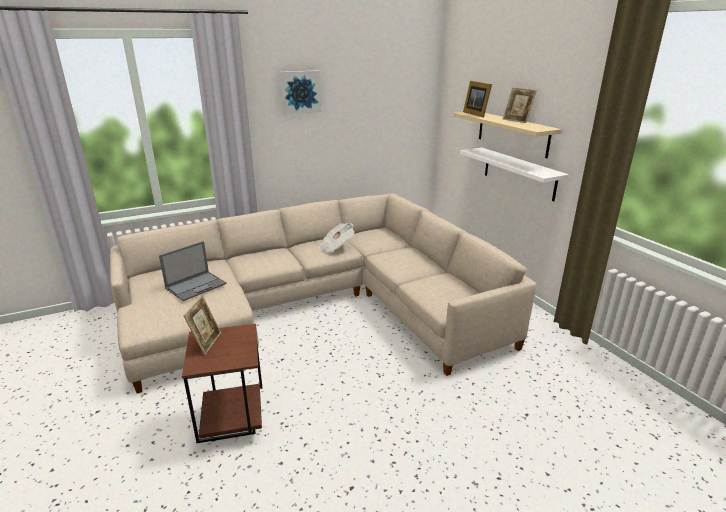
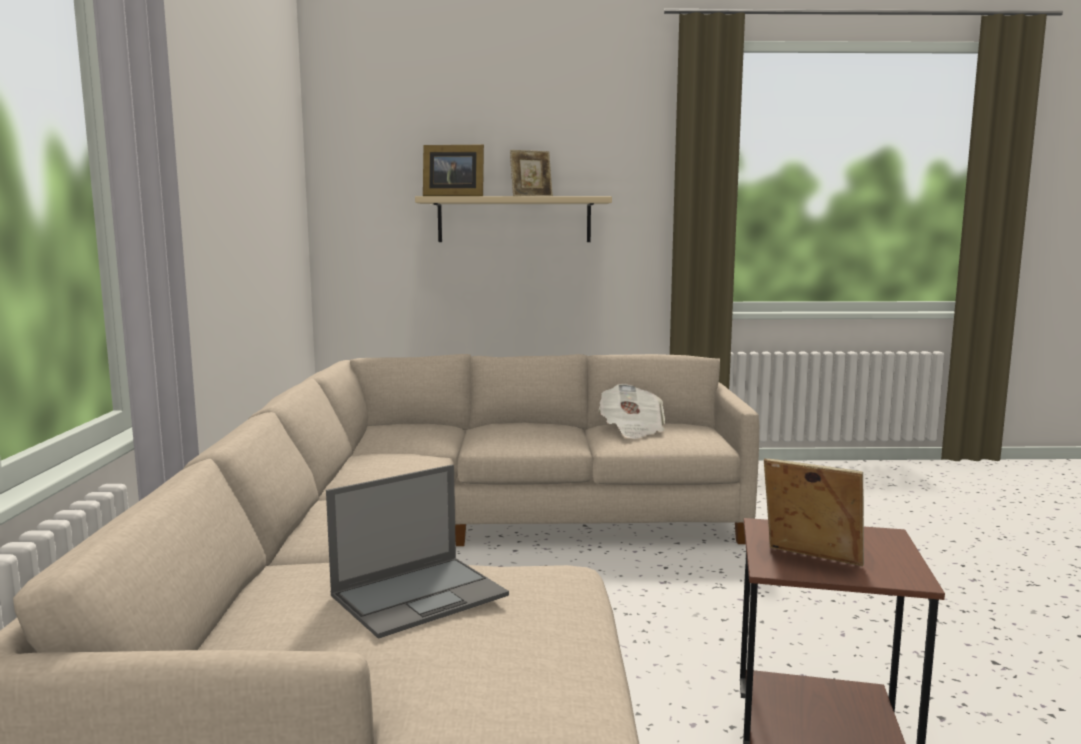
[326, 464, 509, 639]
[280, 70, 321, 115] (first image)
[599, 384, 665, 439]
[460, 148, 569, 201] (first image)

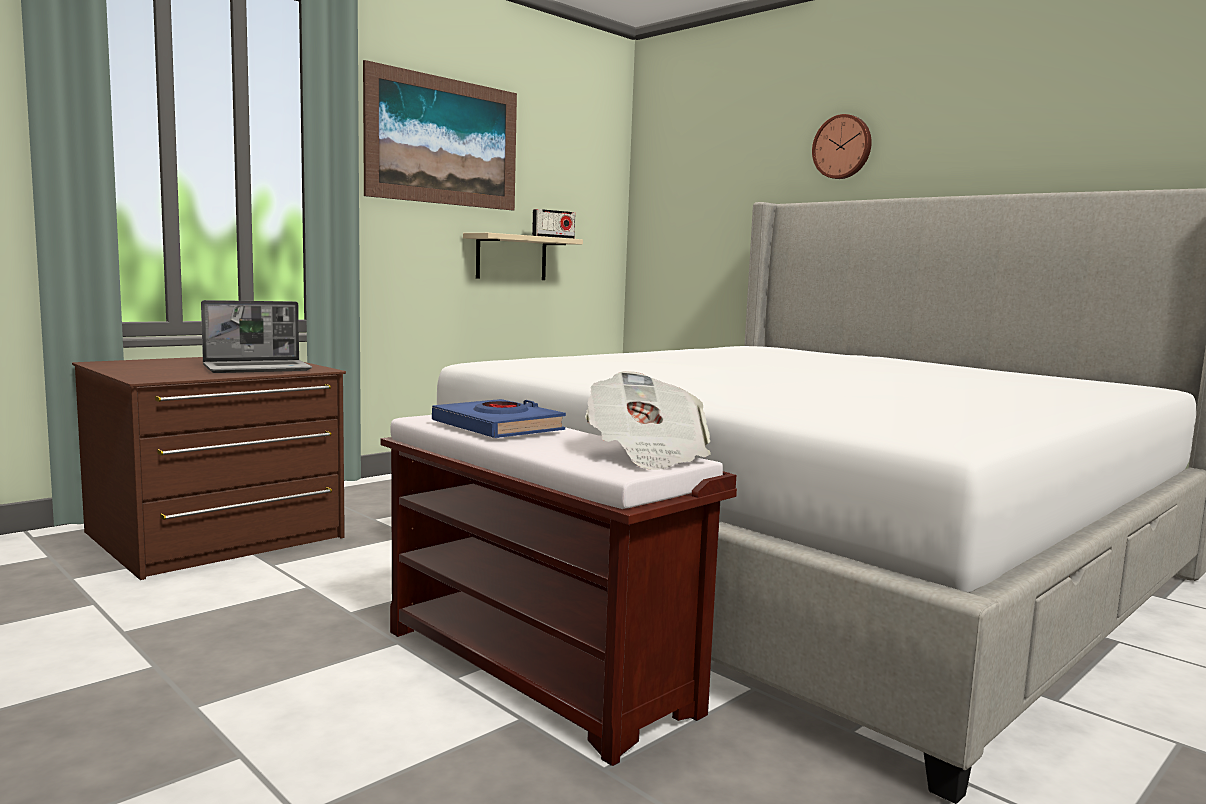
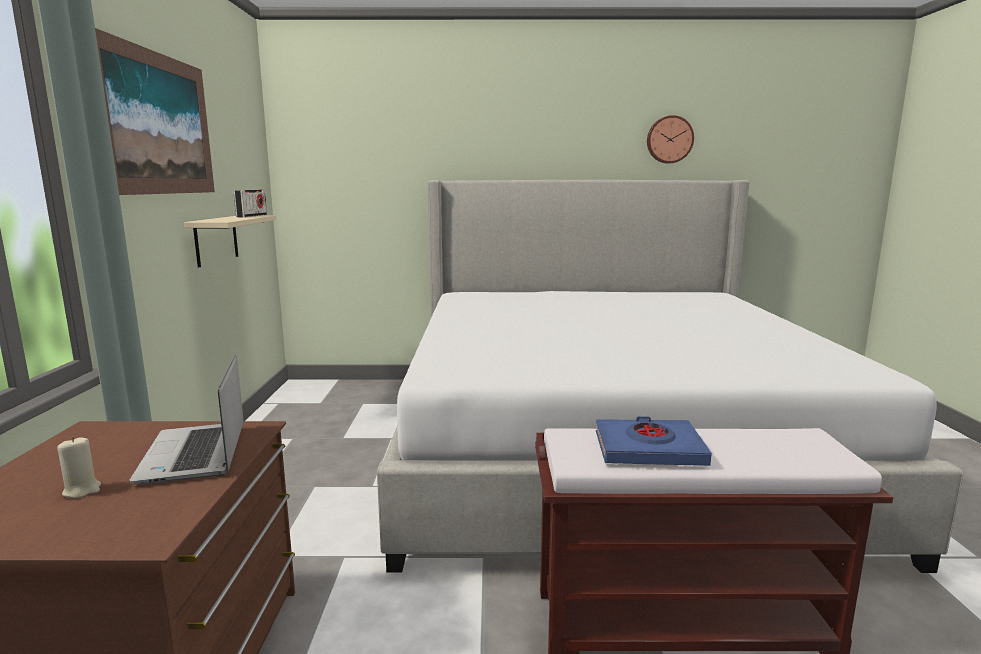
[129, 355, 244, 484]
[585, 371, 711, 470] (first image)
[647, 115, 694, 163]
[57, 437, 101, 498]

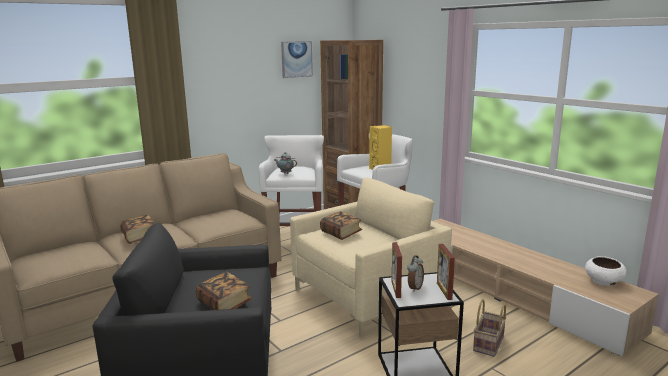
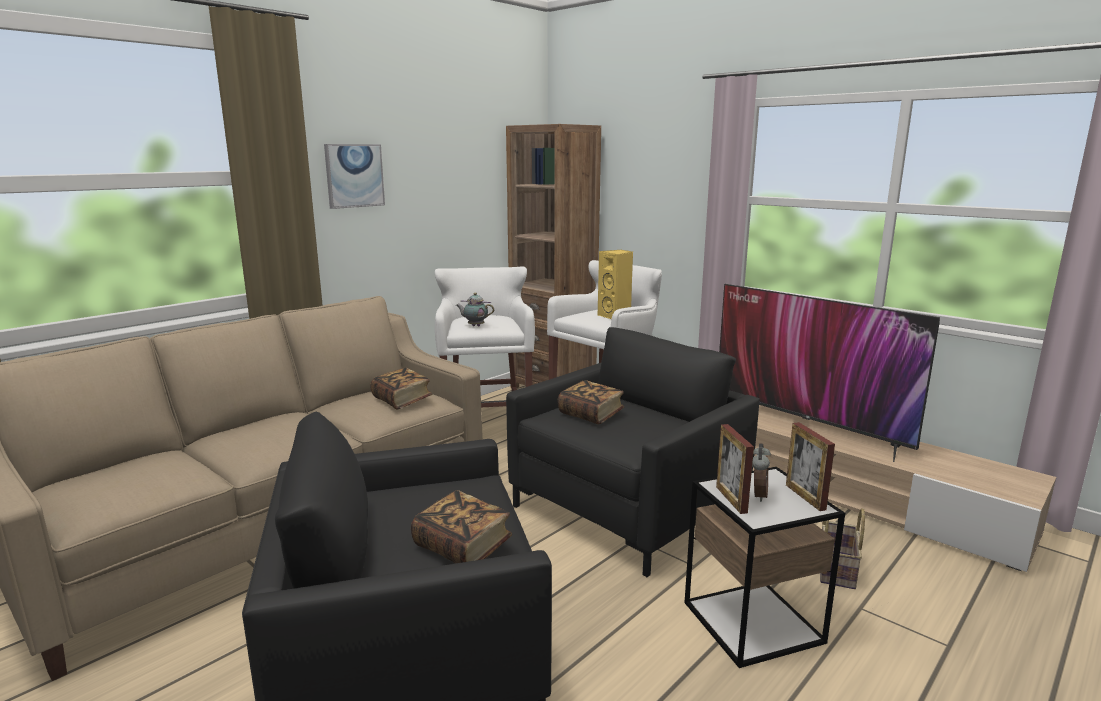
[370, 368, 432, 410]
[324, 144, 385, 209]
[506, 327, 760, 577]
[585, 256, 627, 286] (first image)
[719, 284, 940, 462]

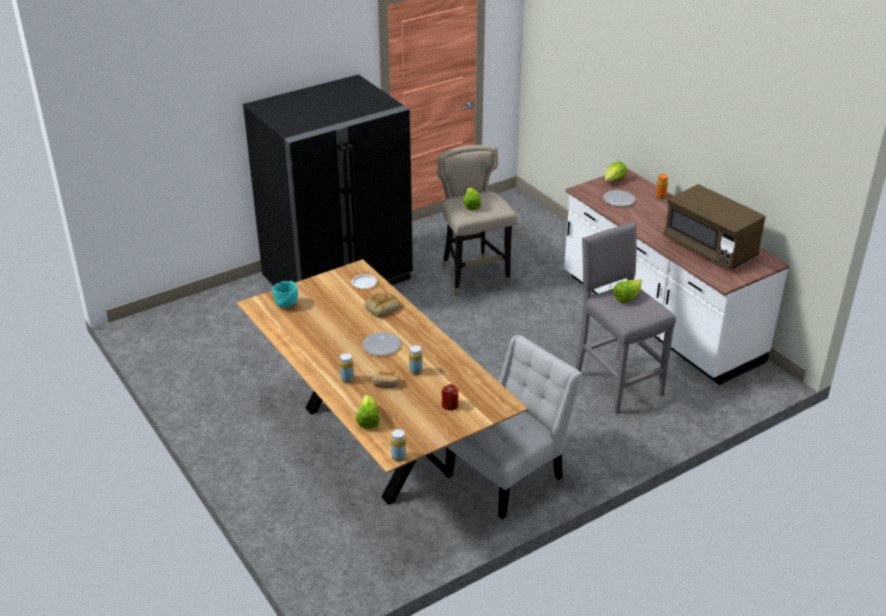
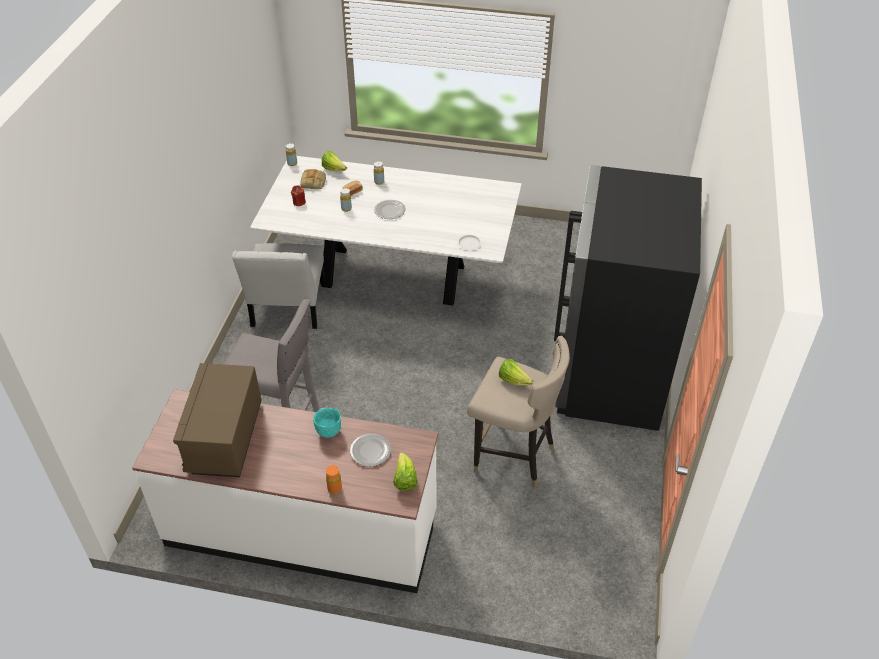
[250, 156, 522, 305]
[313, 408, 341, 438]
[300, 169, 326, 189]
[613, 279, 642, 303] (first image)
[173, 363, 261, 477]

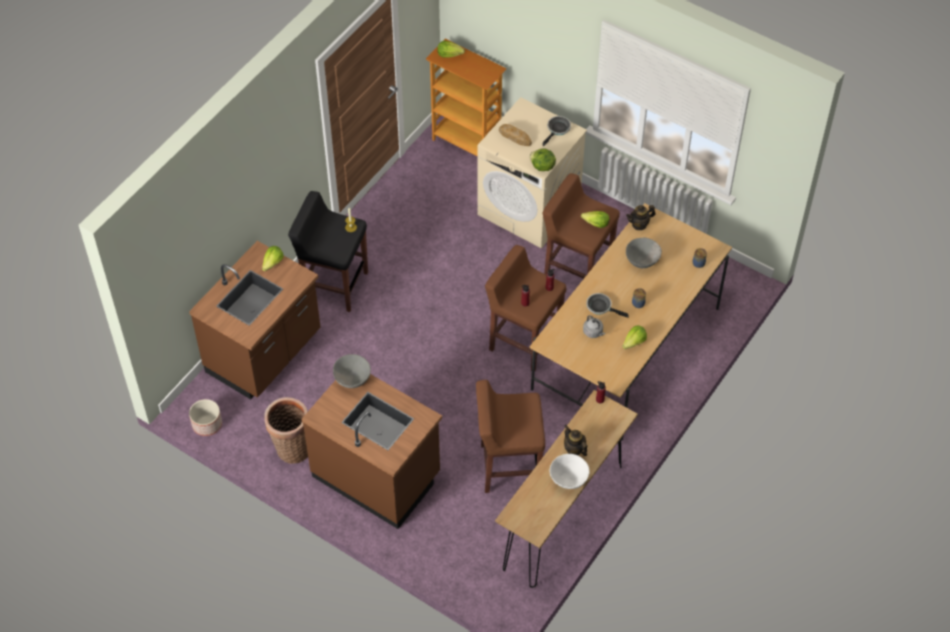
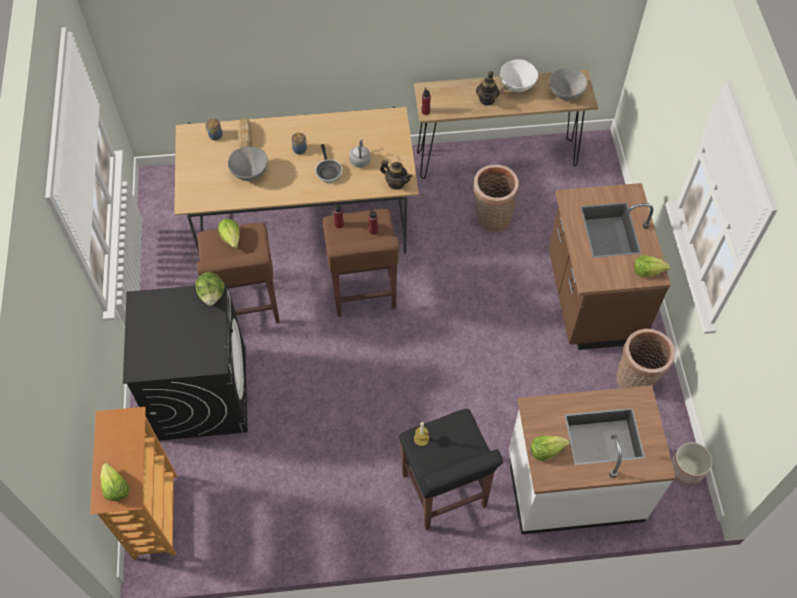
[509, 385, 676, 534]
[549, 68, 588, 100]
[473, 164, 519, 232]
[123, 283, 248, 441]
[238, 119, 252, 148]
[543, 116, 571, 146] (first image)
[634, 255, 670, 277]
[380, 160, 412, 190]

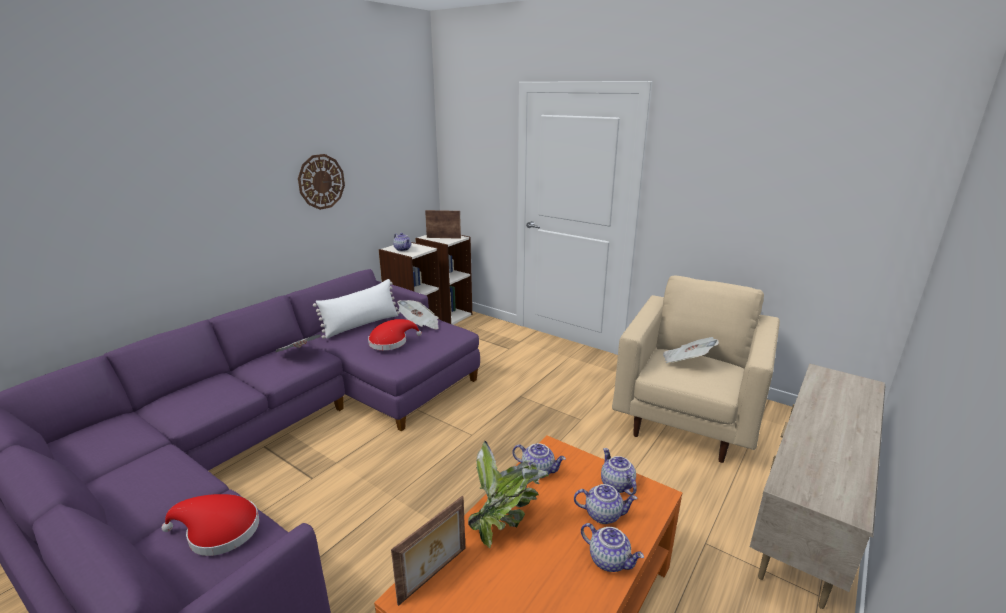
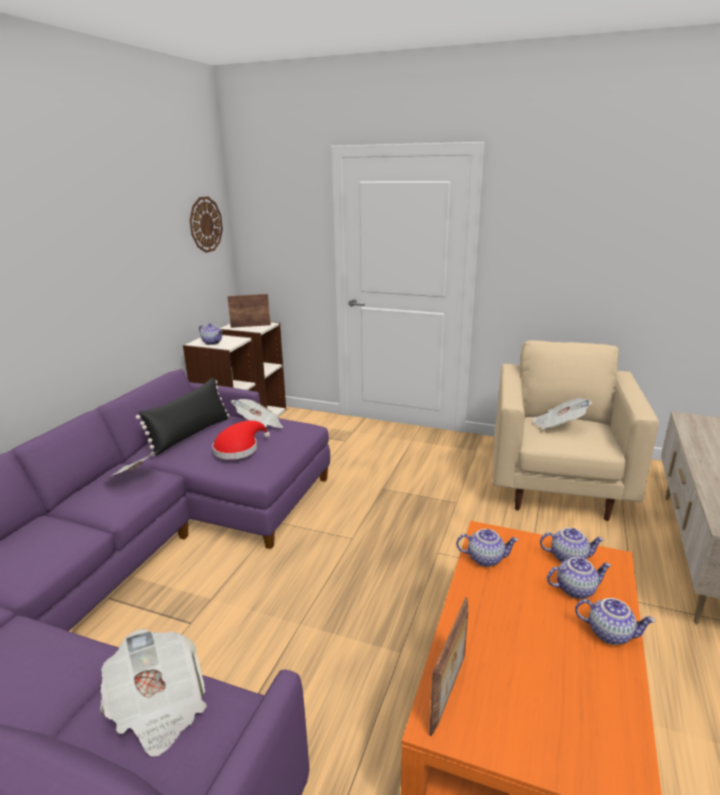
[100, 629, 207, 756]
[190, 196, 223, 253]
[136, 378, 229, 457]
[468, 441, 548, 548] (first image)
[540, 528, 604, 563]

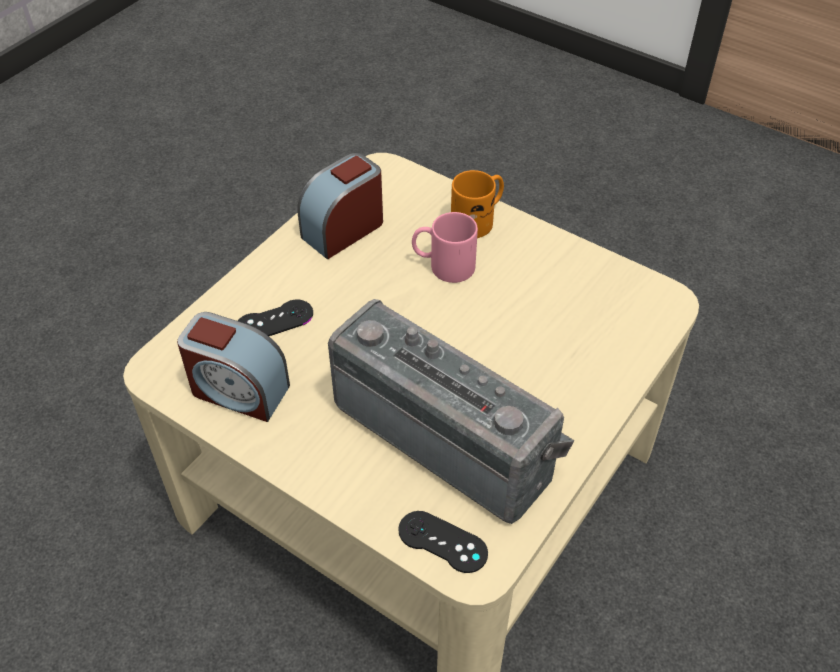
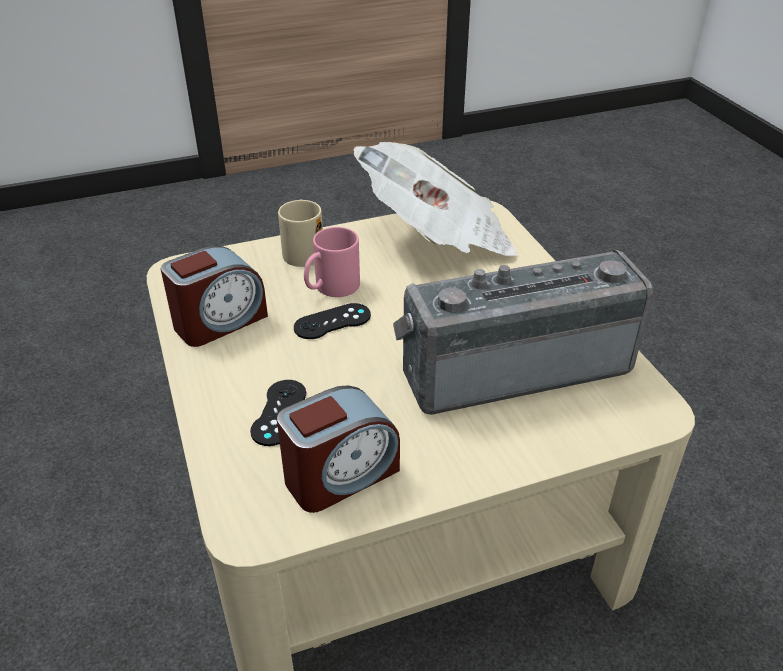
[161, 246, 268, 347]
[294, 303, 371, 339]
[278, 199, 323, 267]
[354, 142, 518, 256]

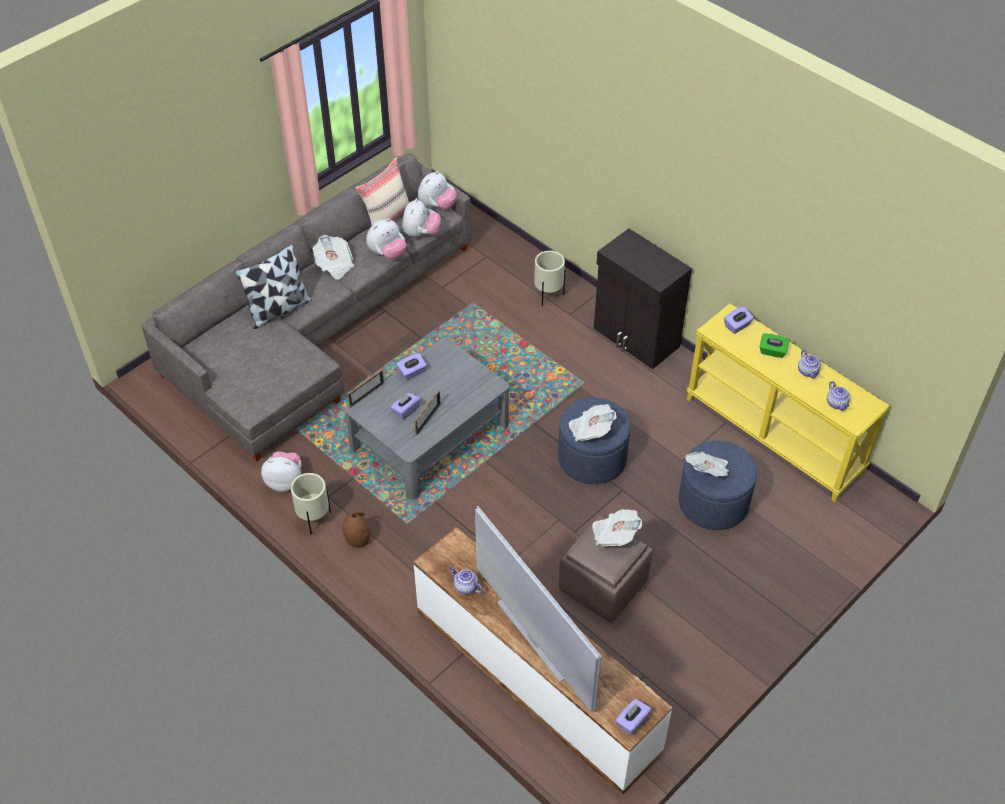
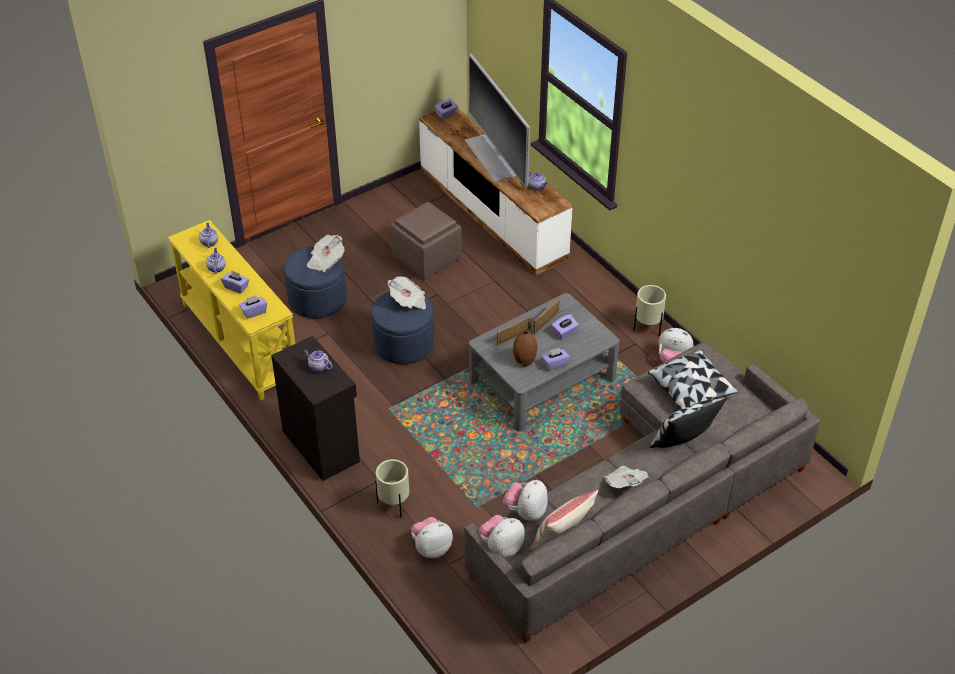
[513, 331, 537, 367]
[497, 315, 531, 346]
[411, 517, 453, 558]
[592, 509, 642, 546] (first image)
[221, 271, 249, 294]
[304, 350, 333, 372]
[648, 350, 739, 409]

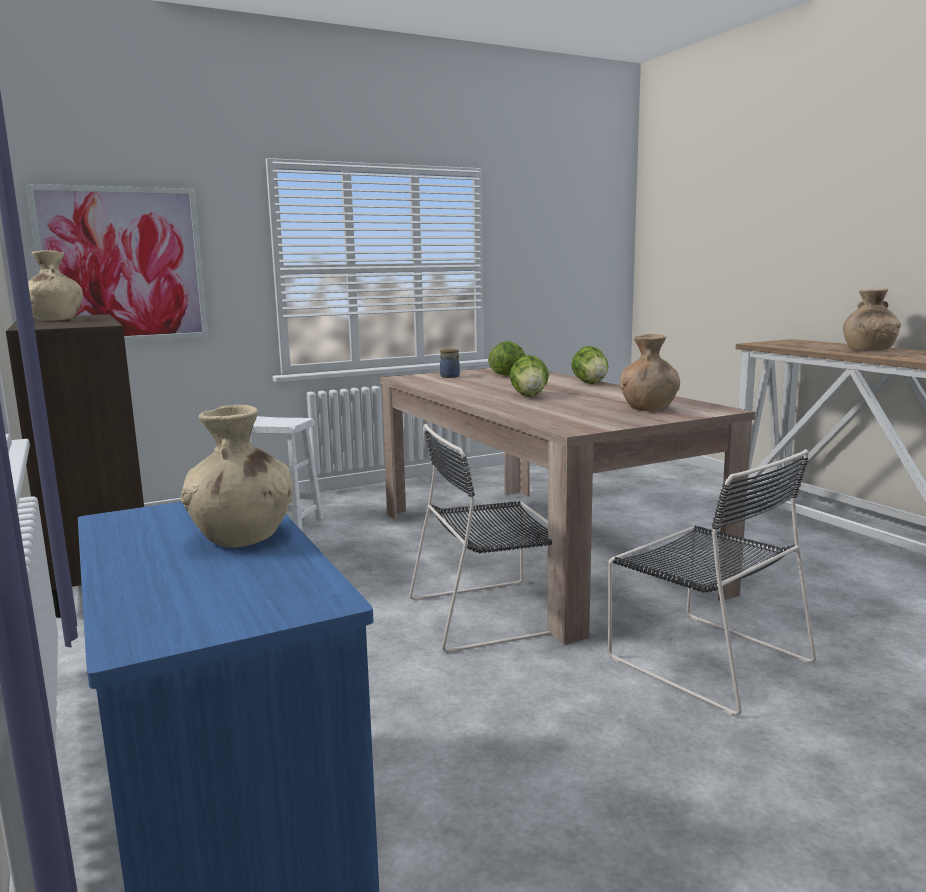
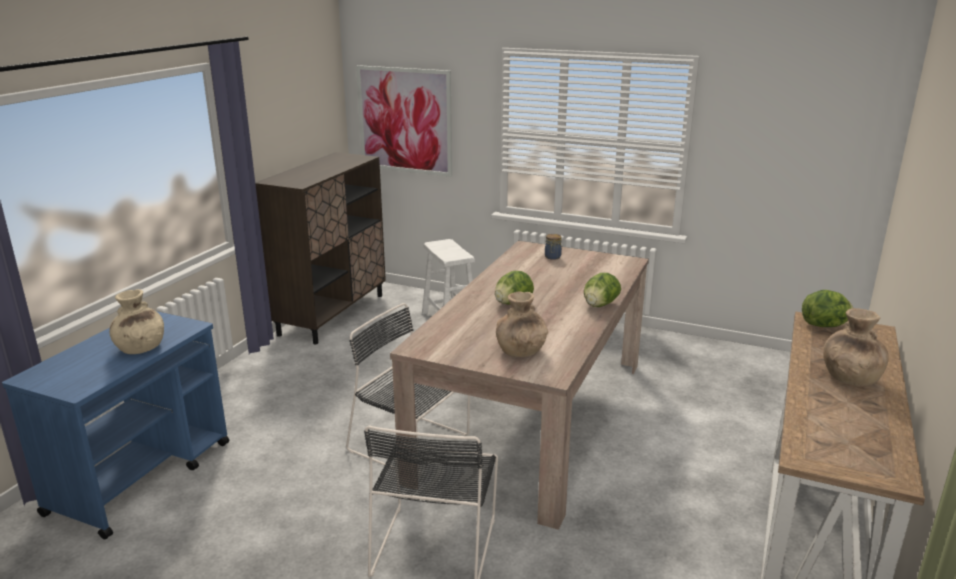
[28, 251, 83, 321] (first image)
[802, 290, 853, 327]

